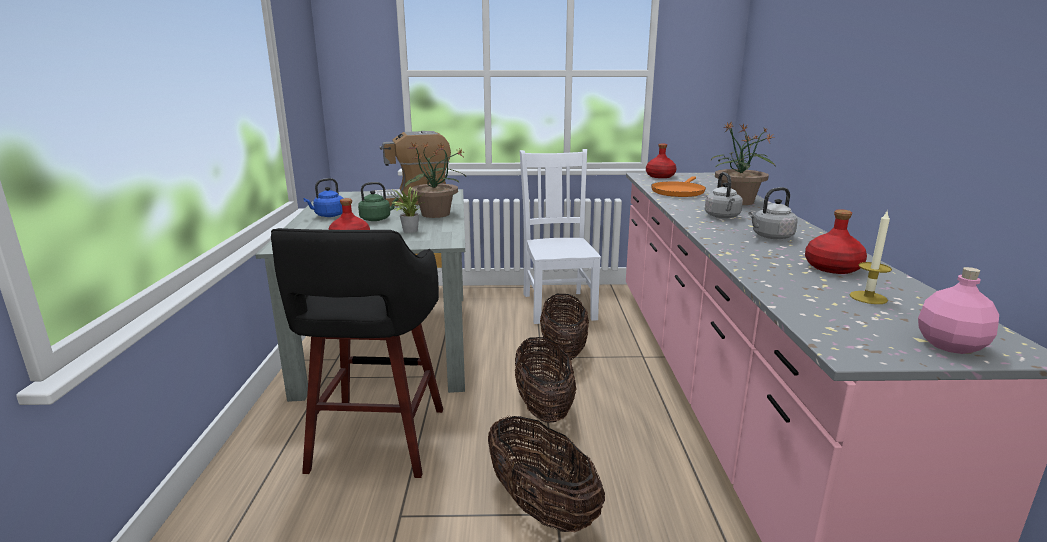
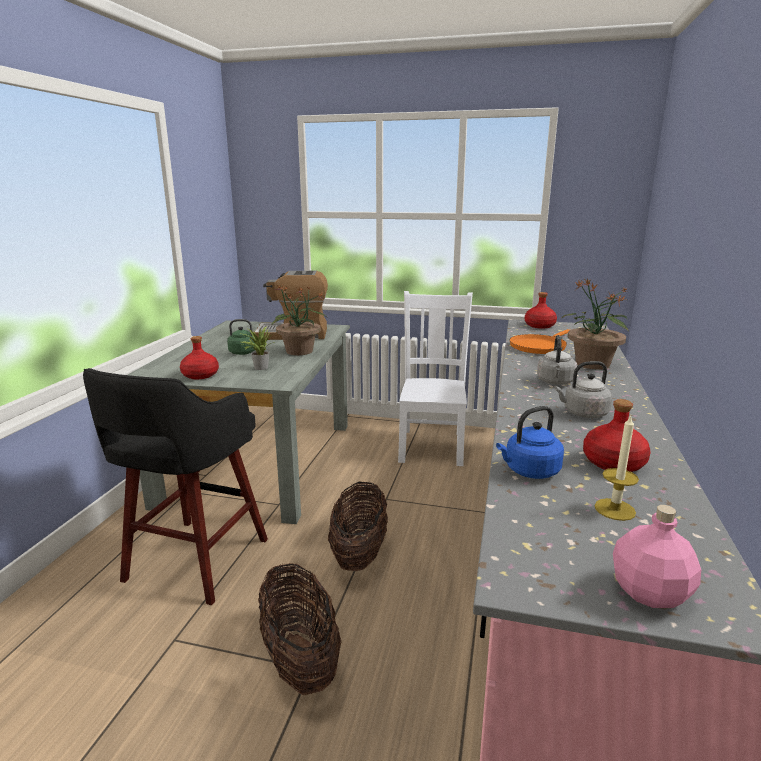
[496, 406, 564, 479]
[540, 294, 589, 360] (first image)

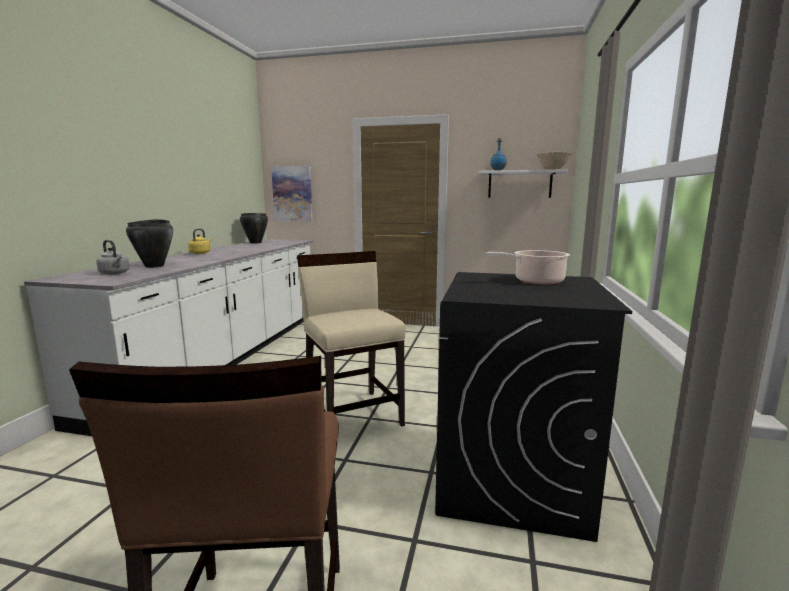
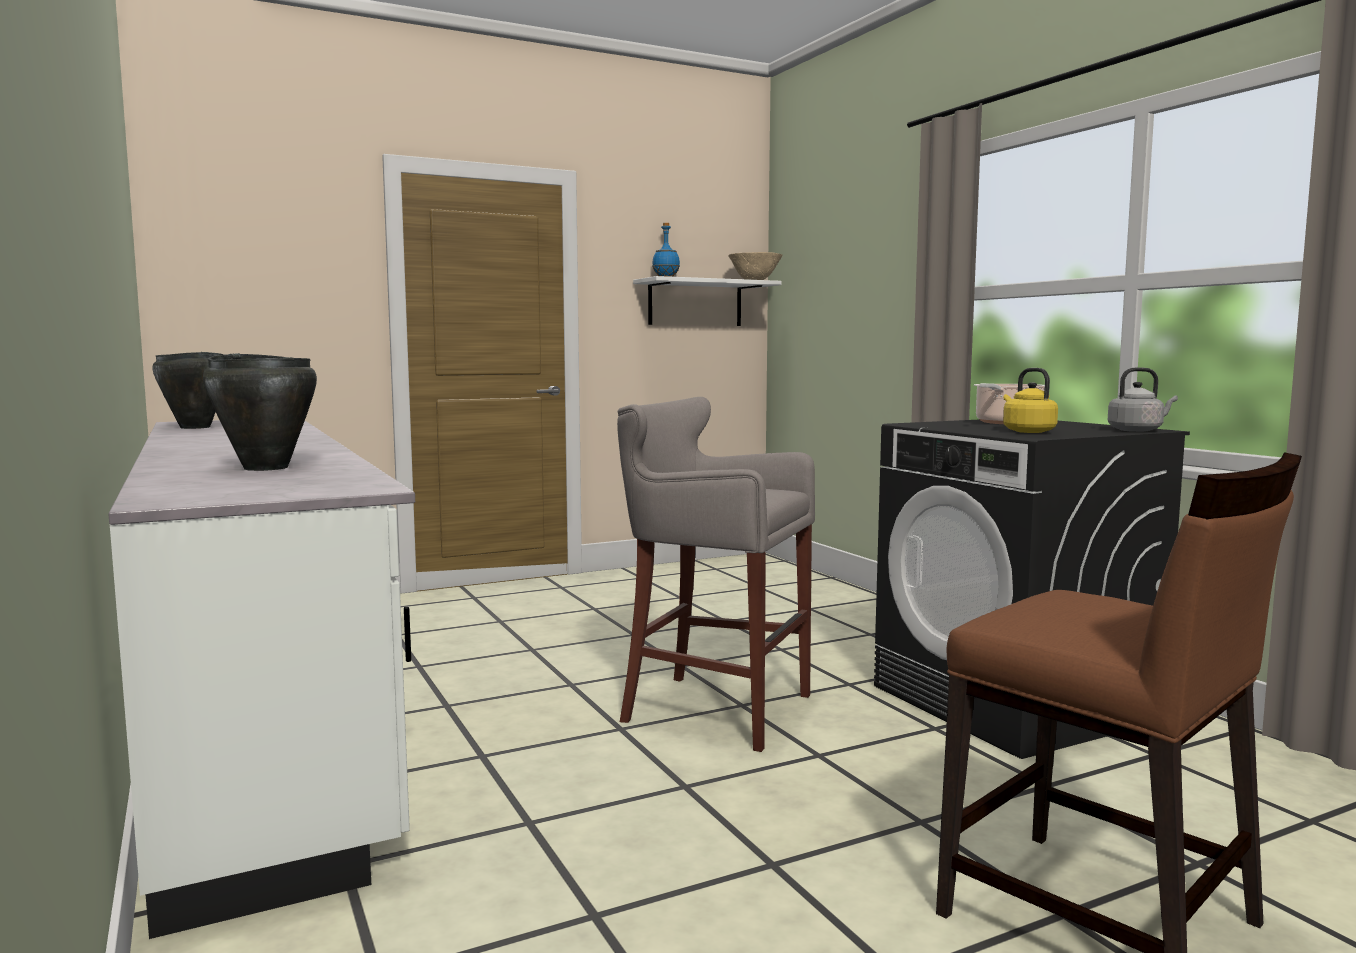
[1108, 367, 1178, 432]
[1003, 368, 1058, 433]
[271, 166, 313, 222] (first image)
[617, 397, 815, 752]

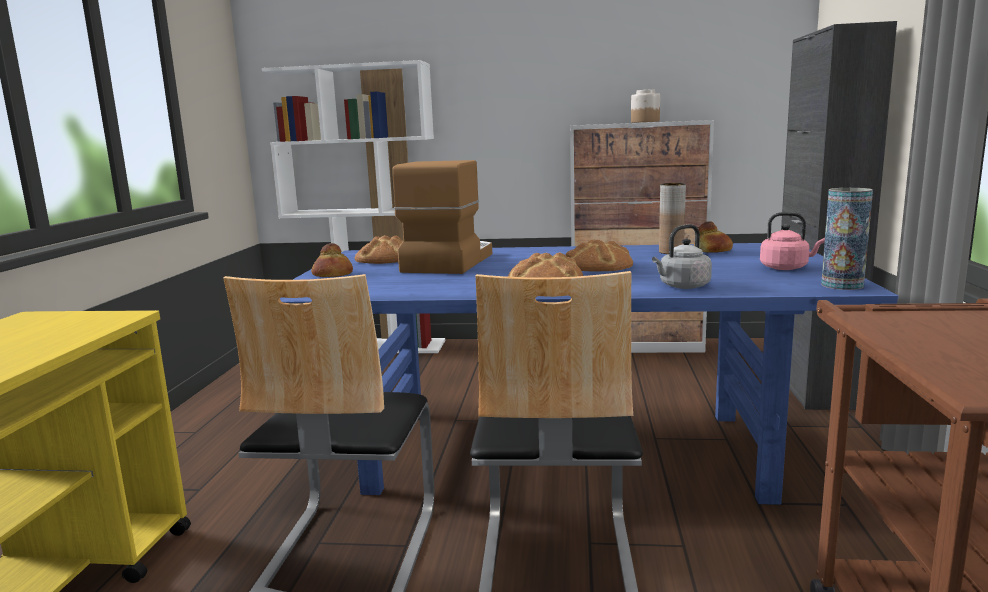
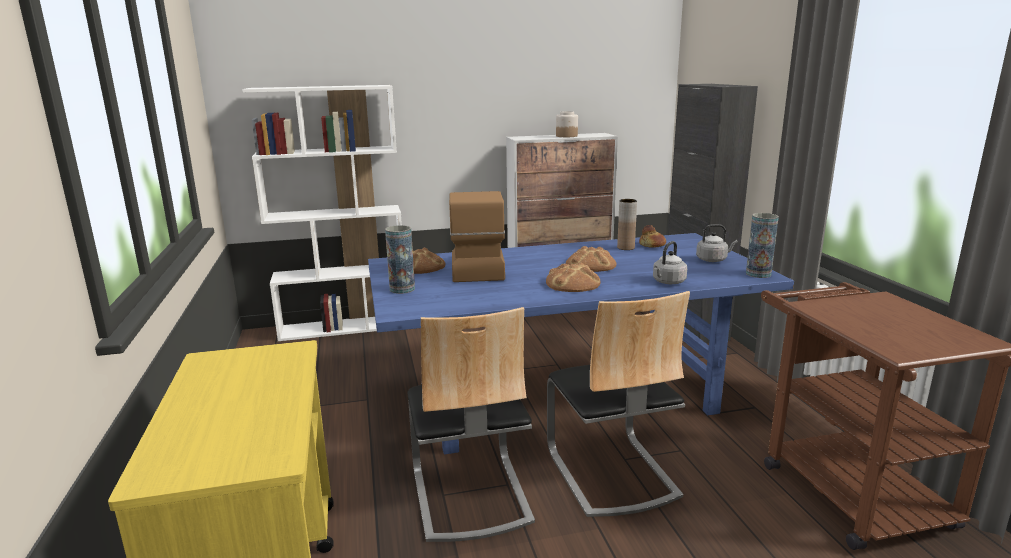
[385, 225, 415, 294]
[696, 224, 738, 262]

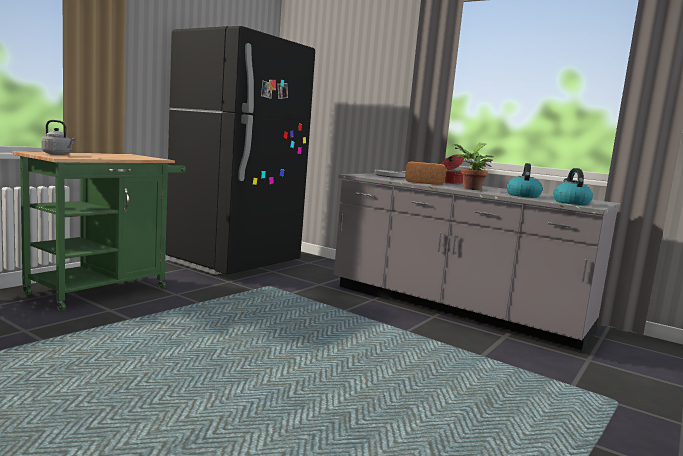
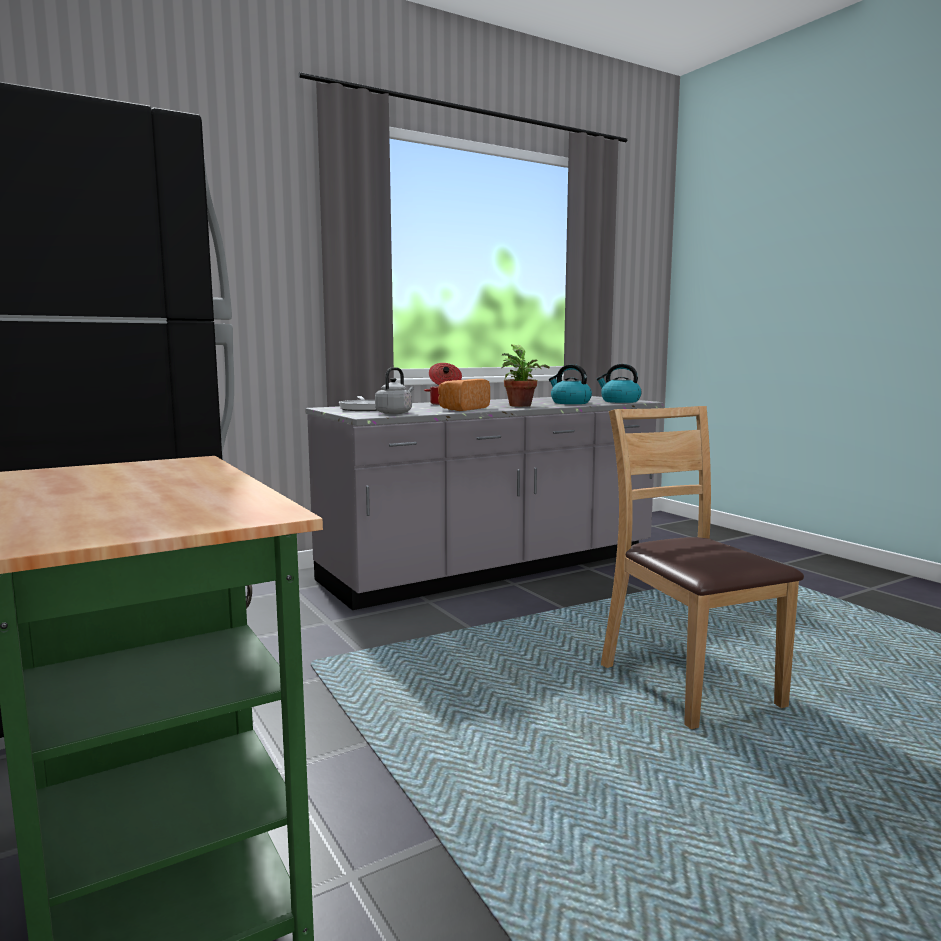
[375, 367, 414, 414]
[601, 406, 804, 729]

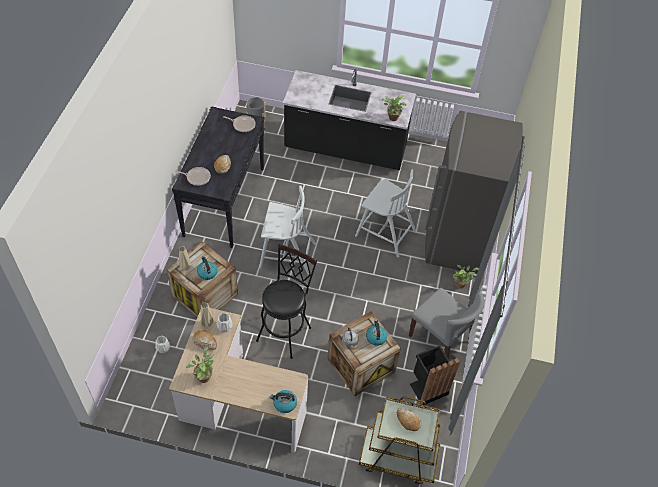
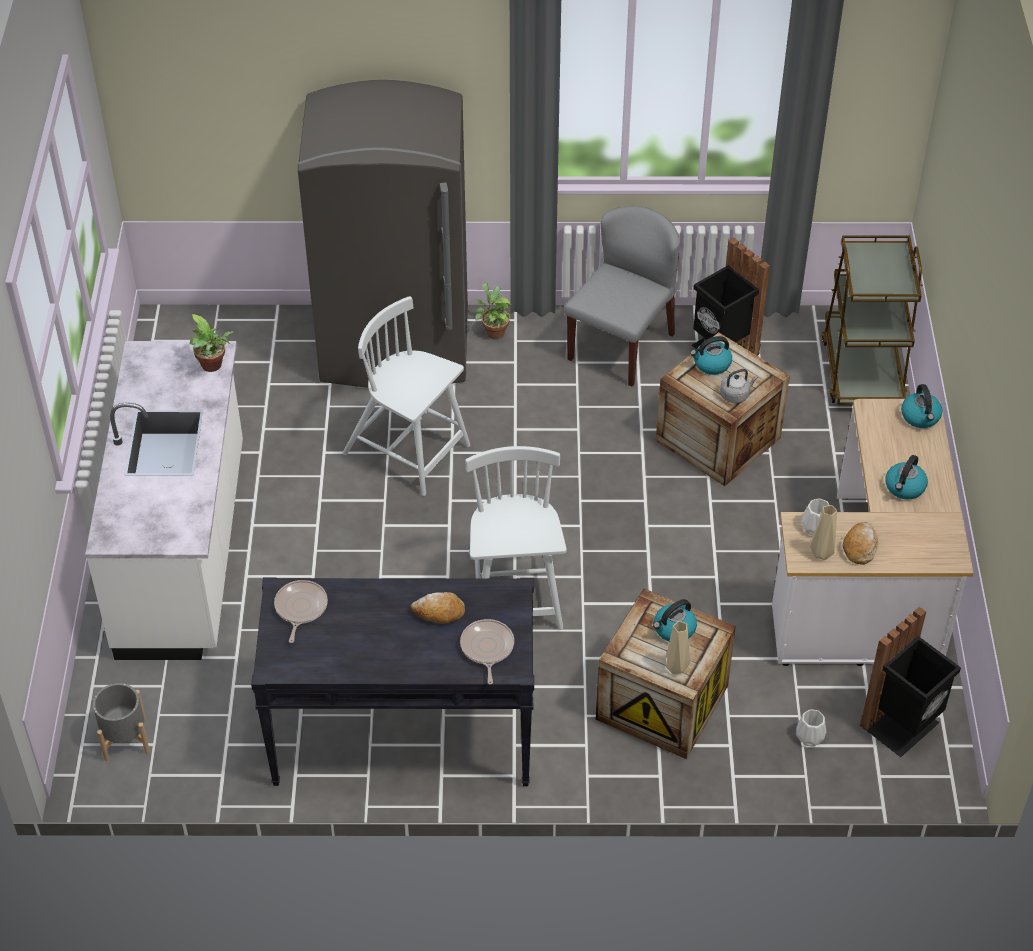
[186, 347, 214, 383] (first image)
[256, 244, 317, 359] (first image)
[85, 341, 243, 660]
[342, 296, 470, 496]
[397, 408, 421, 431] (first image)
[860, 607, 961, 757]
[885, 455, 928, 500]

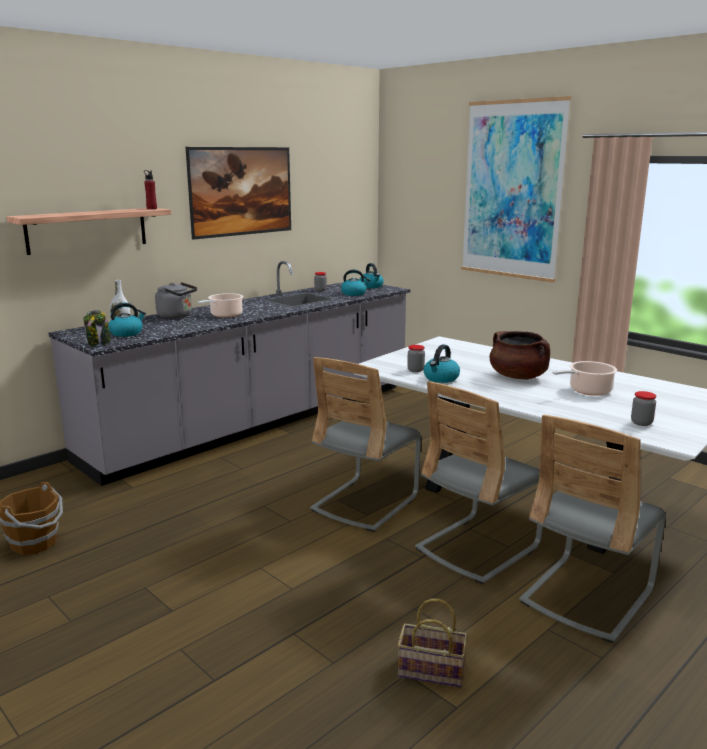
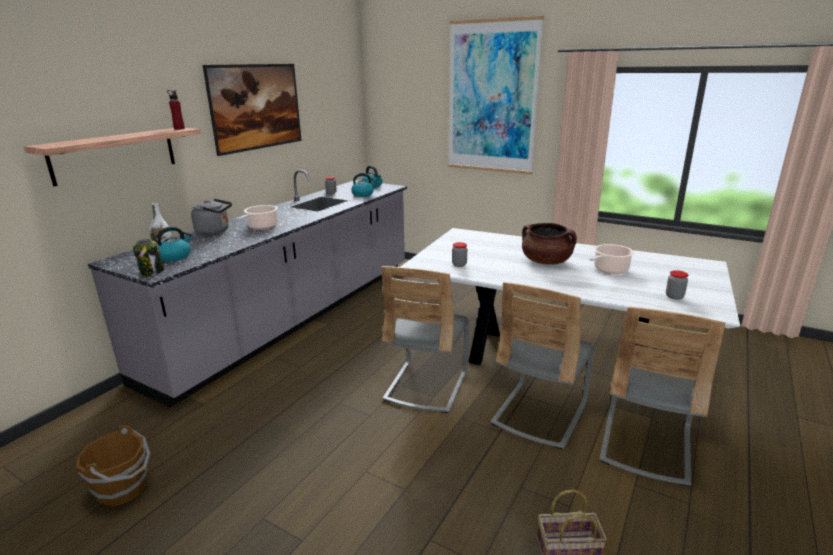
[424, 345, 460, 383] (first image)

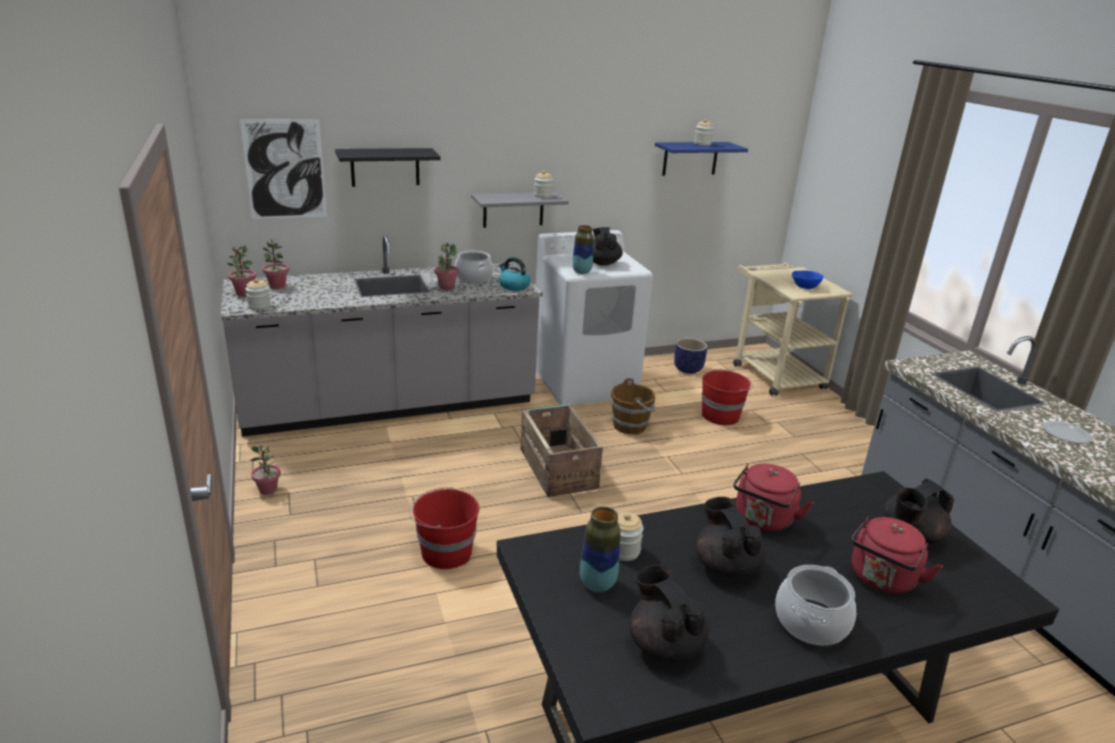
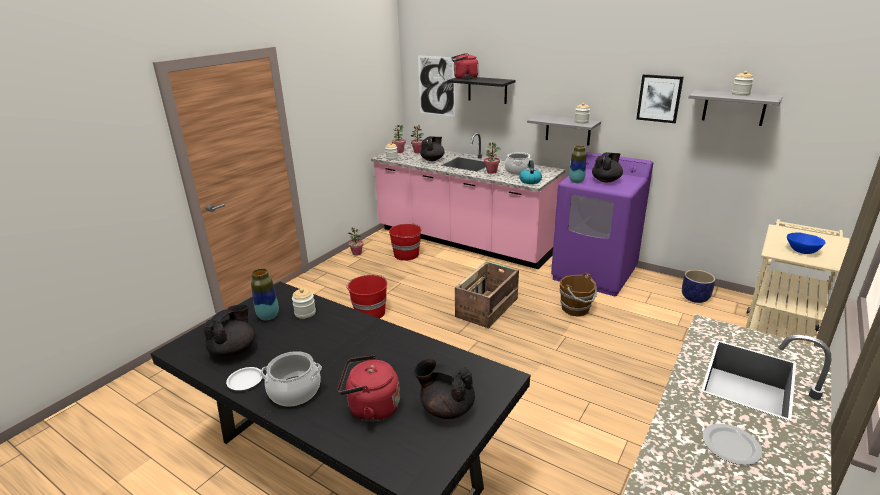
[371, 133, 566, 269]
[551, 152, 653, 296]
[689, 90, 783, 126]
[420, 136, 445, 161]
[389, 223, 423, 261]
[451, 53, 478, 80]
[226, 367, 262, 390]
[636, 74, 684, 123]

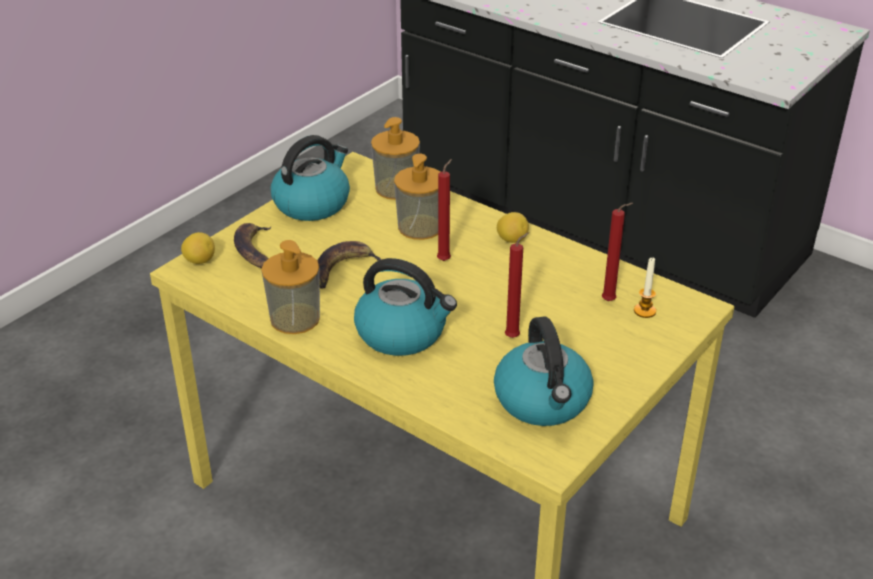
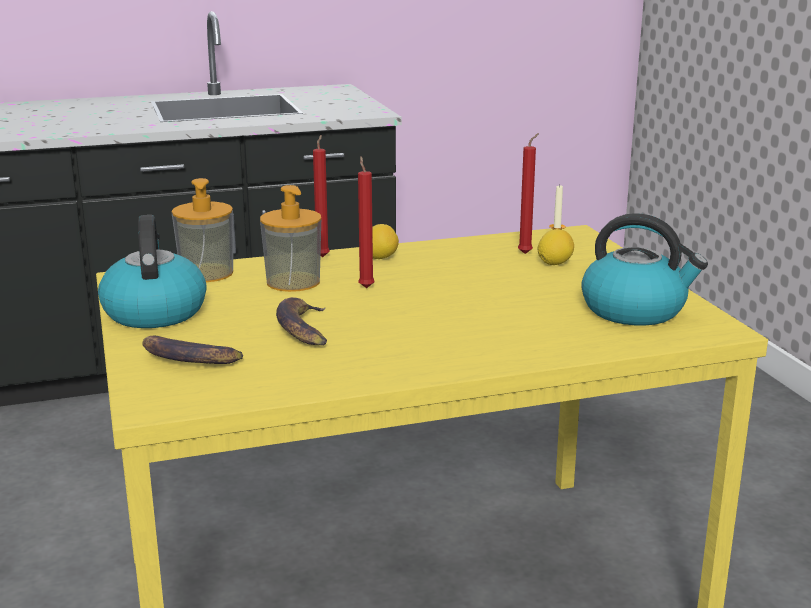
[538, 229, 574, 265]
[261, 240, 320, 334] (first image)
[354, 258, 457, 356] (first image)
[313, 135, 330, 257]

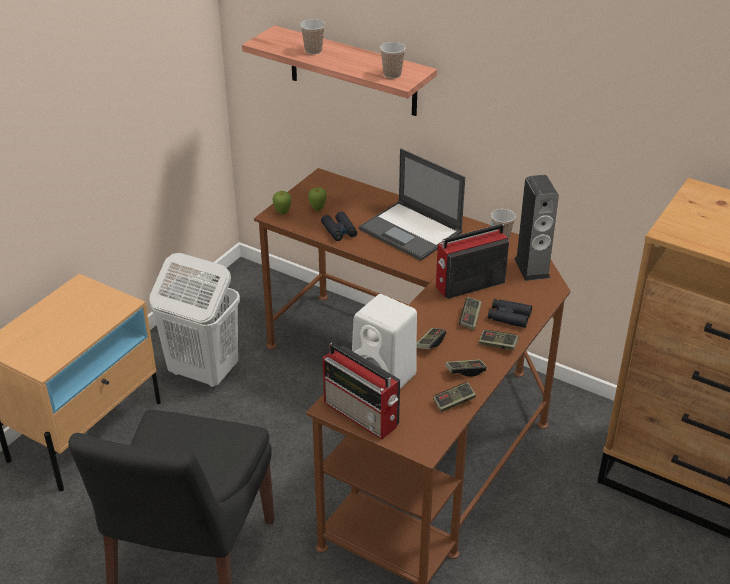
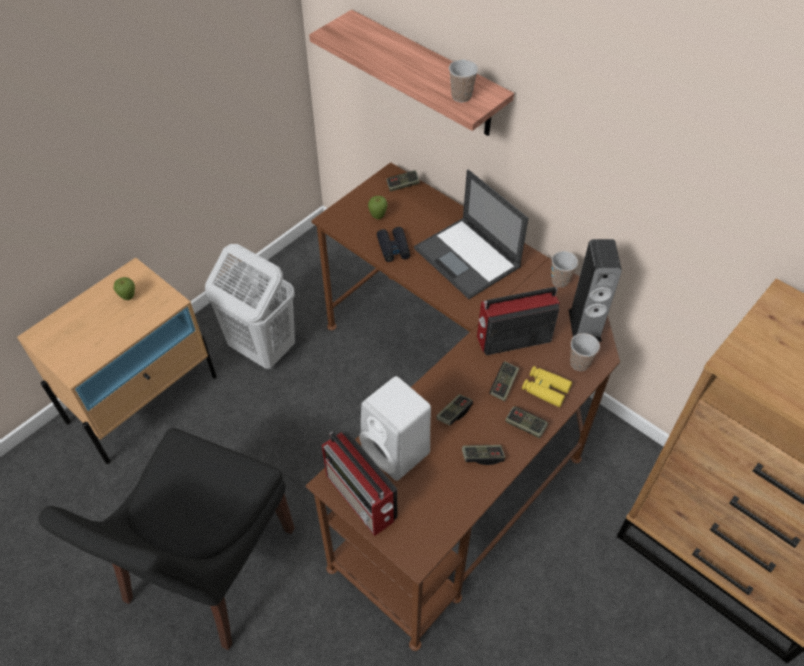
[113, 277, 135, 300]
[570, 333, 600, 371]
[386, 170, 420, 192]
[522, 366, 572, 407]

